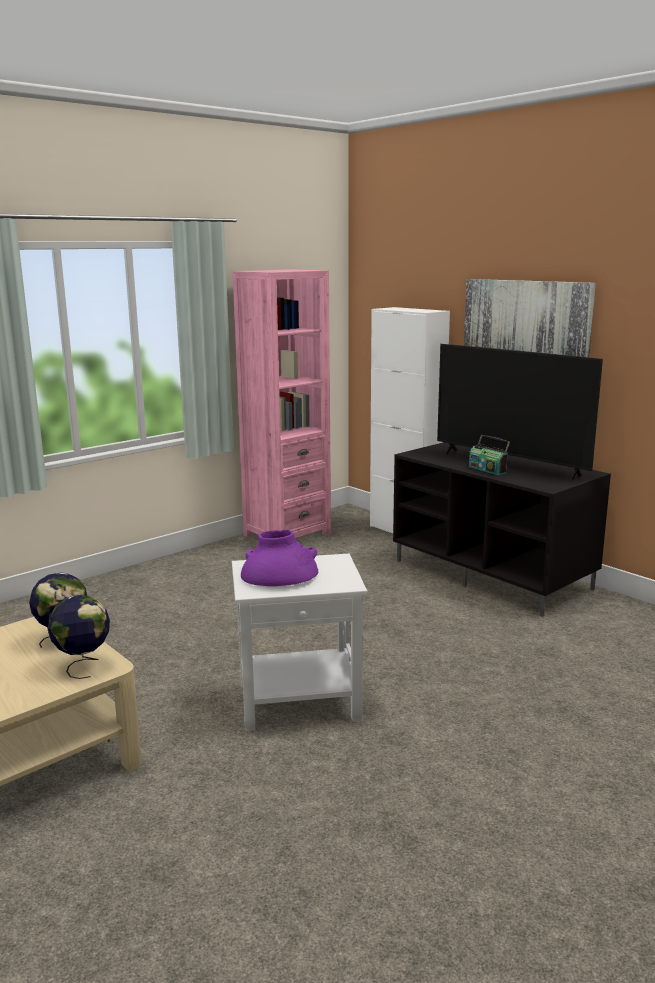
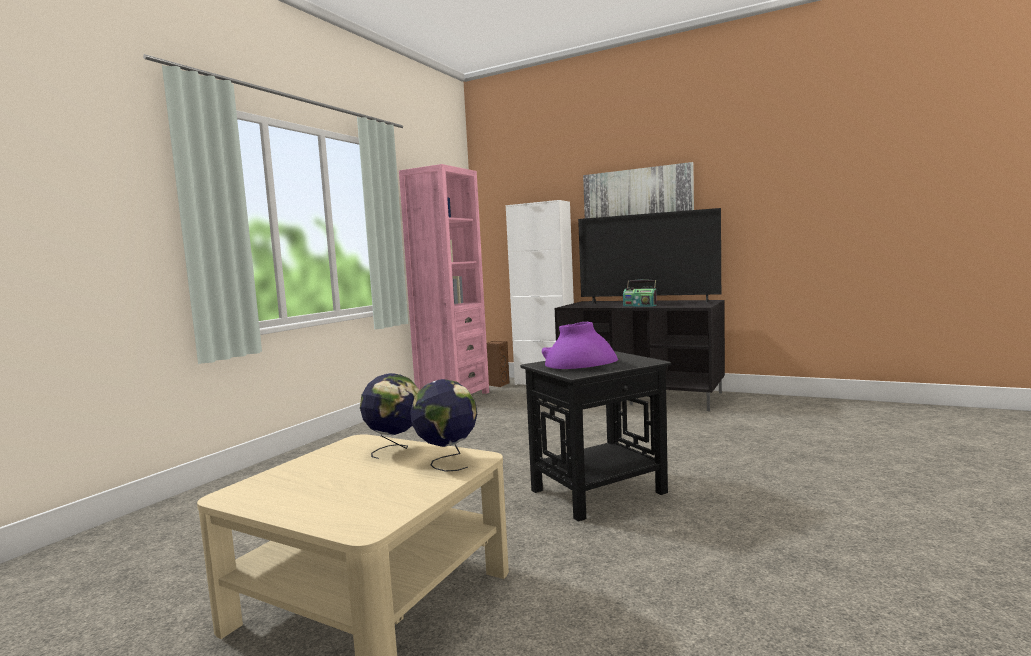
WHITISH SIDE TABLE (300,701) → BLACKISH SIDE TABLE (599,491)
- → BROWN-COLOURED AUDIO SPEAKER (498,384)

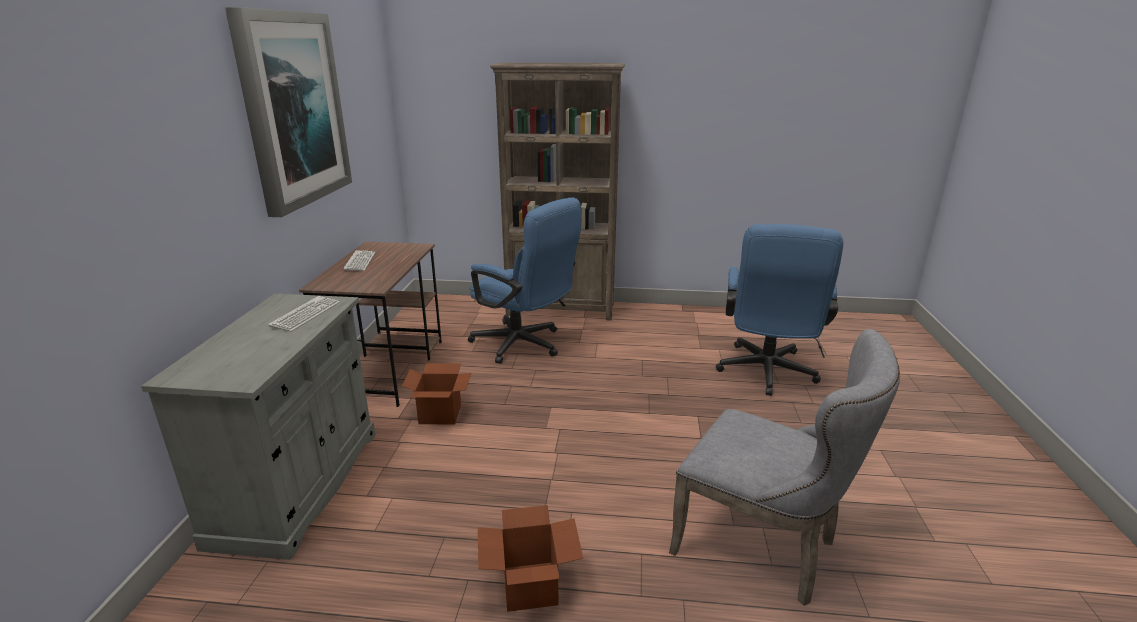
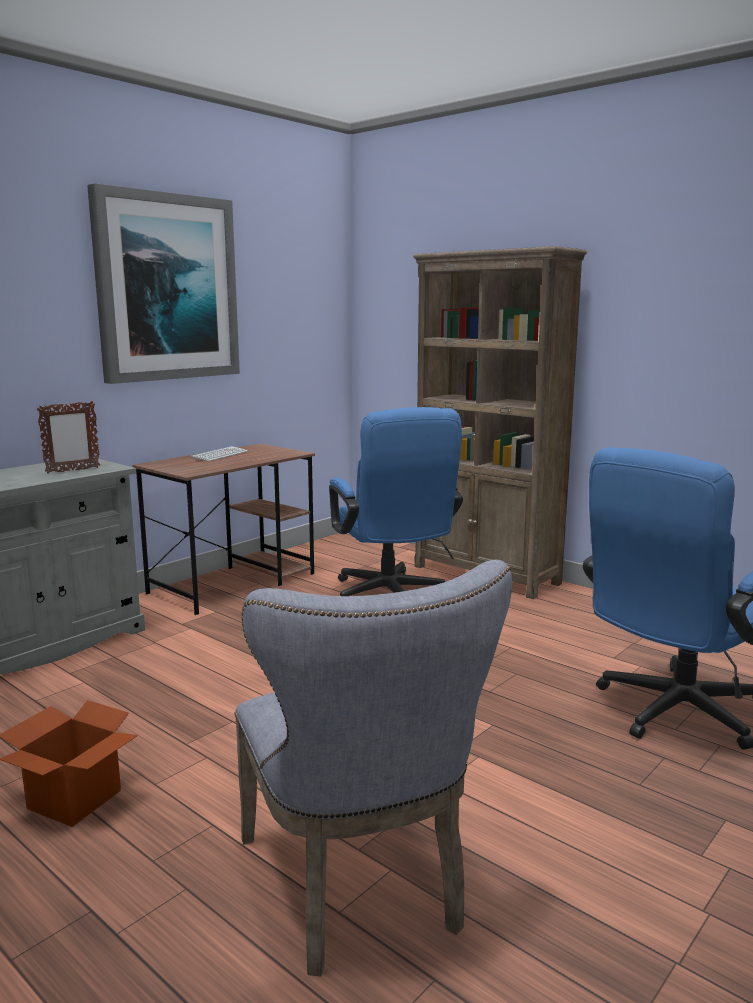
PC KEYBOARD (306,314) → PHOTO FRAME (72,470)
PACKING BOX (440,414) → -

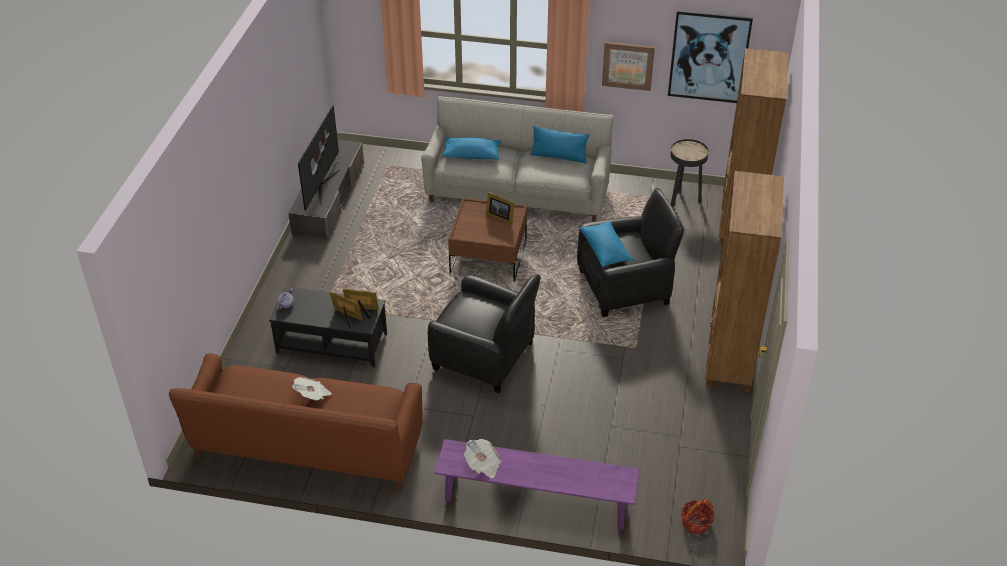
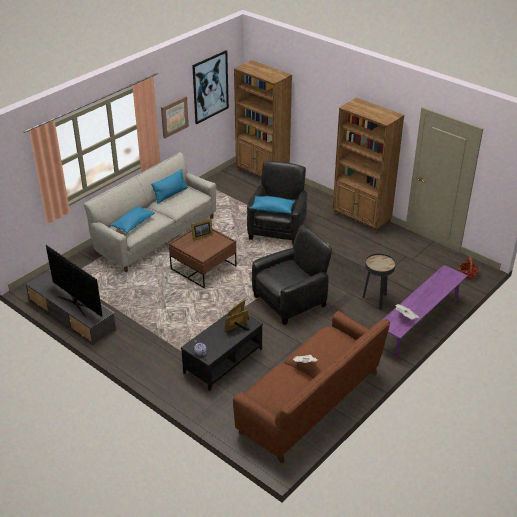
BLACKISH SIDE TABLE (683,199) → BLACKISH SIDE TABLE (376,300), relocated

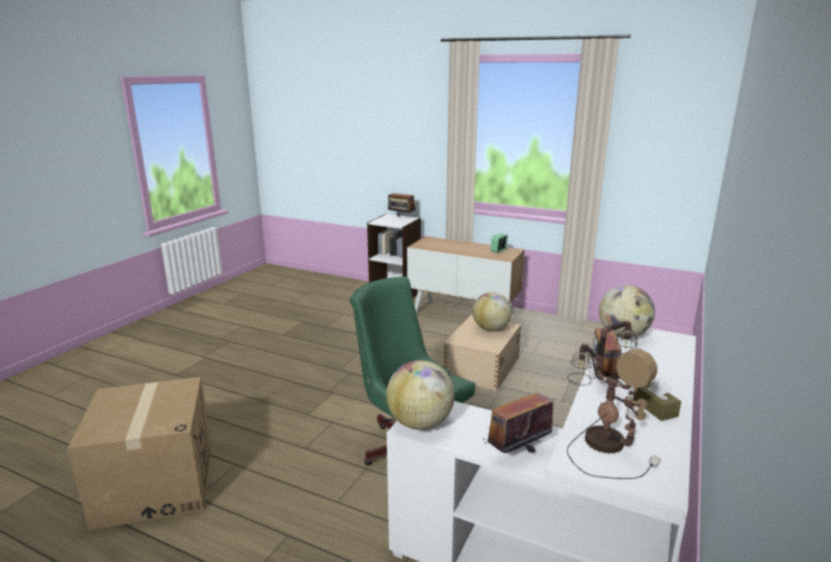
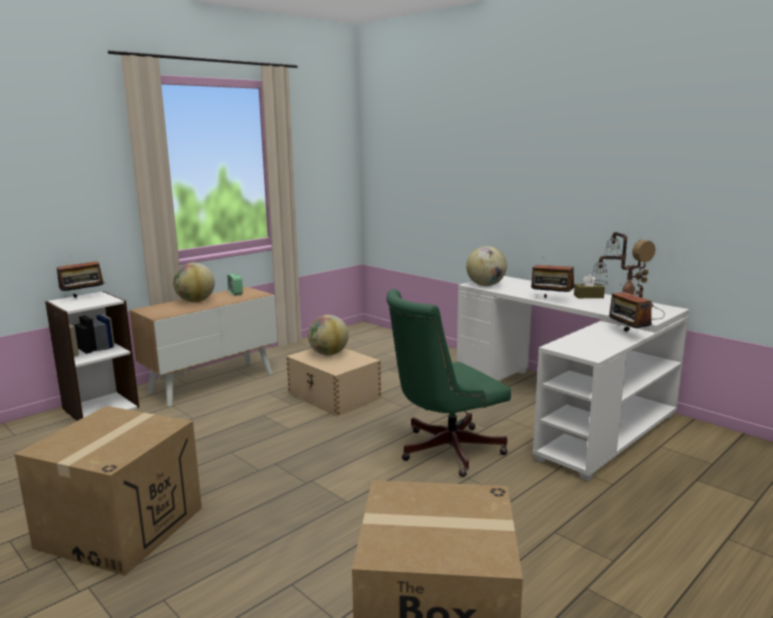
DESK GLOBE (420,423) → DESK GLOBE (195,301), relocated
- → PACKING BOX (121,527)

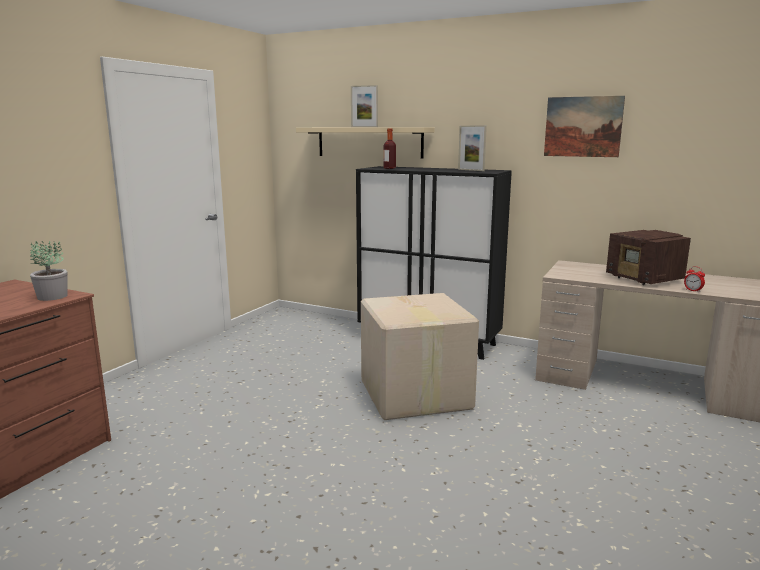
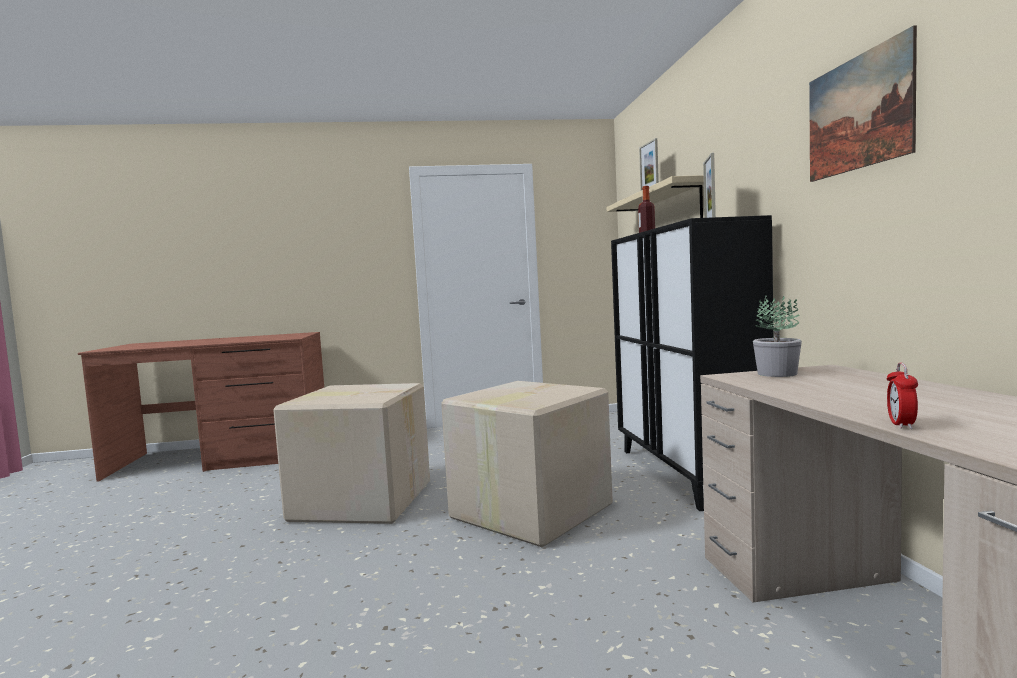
RADIO RECEIVER (644,279) → -
PLANT IN A POT (52,297) → PLANT IN A POT (777,374), relocated
- → PACKING BOX (361,500)

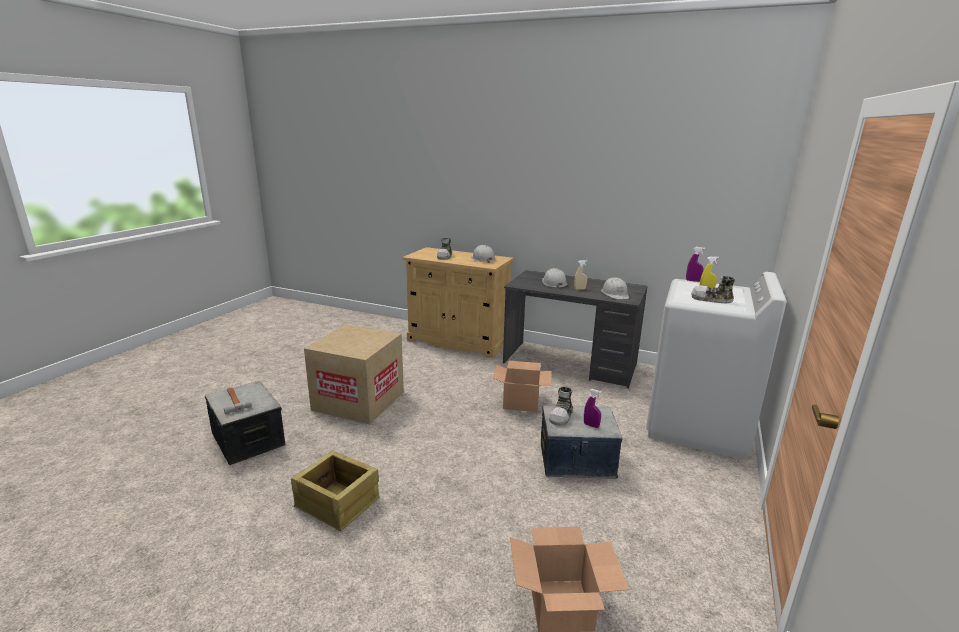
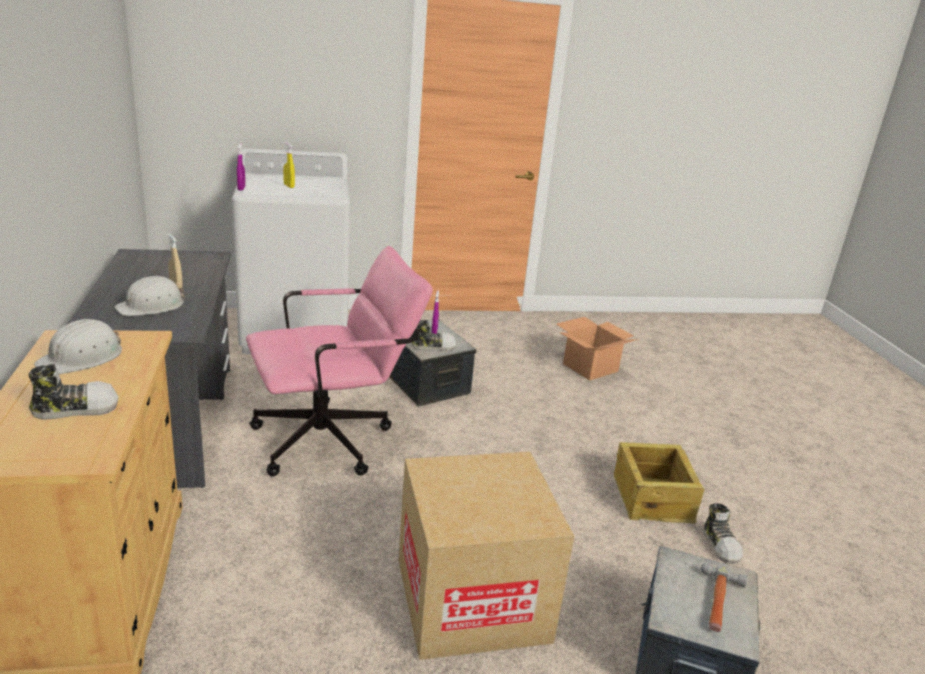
SHOE (711,299) → SHOE (721,545), relocated
WHITISH WORK HELMET (615,294) → -
PACKING BOX (520,402) → PINK-COLOURED DESK CHAIR (334,439)

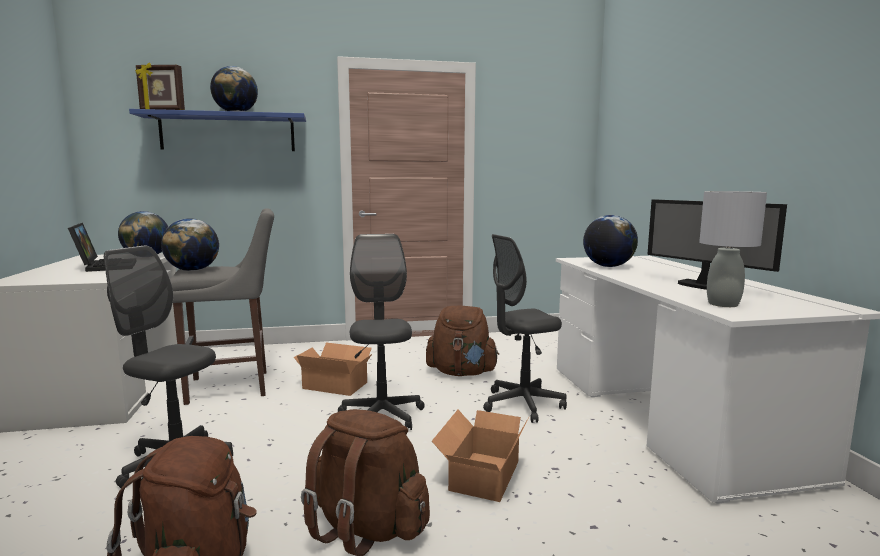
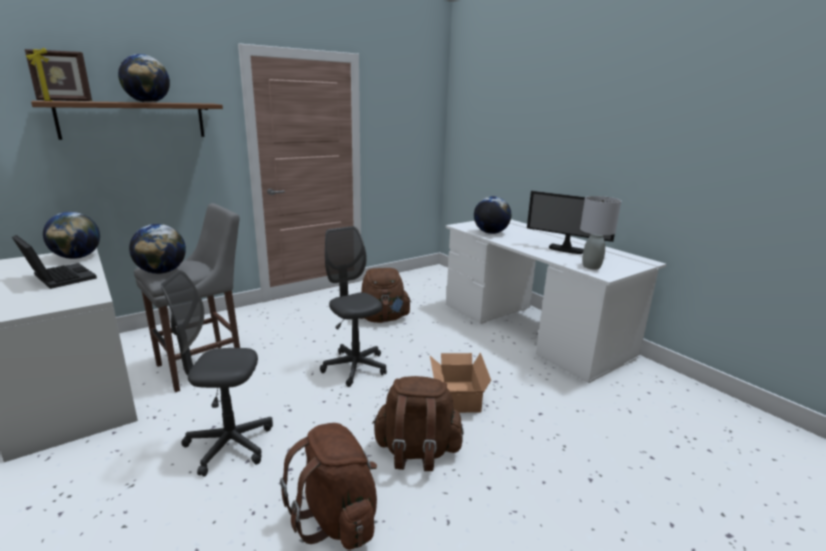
BLUISH BRACKET SHELF (228,133) → BROWN-COLOURED BRACKET SHELF (133,120)
GREYISH DESK CHAIR (522,405) → -
PACKING BOX (335,384) → -

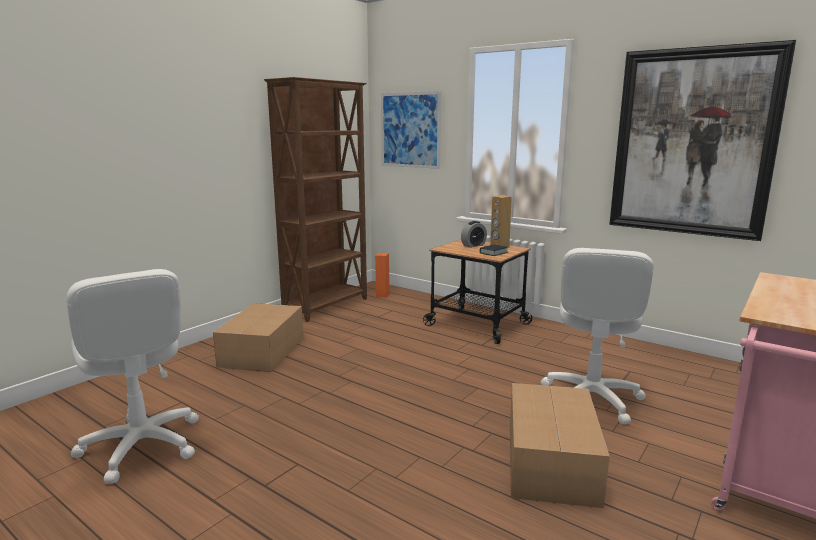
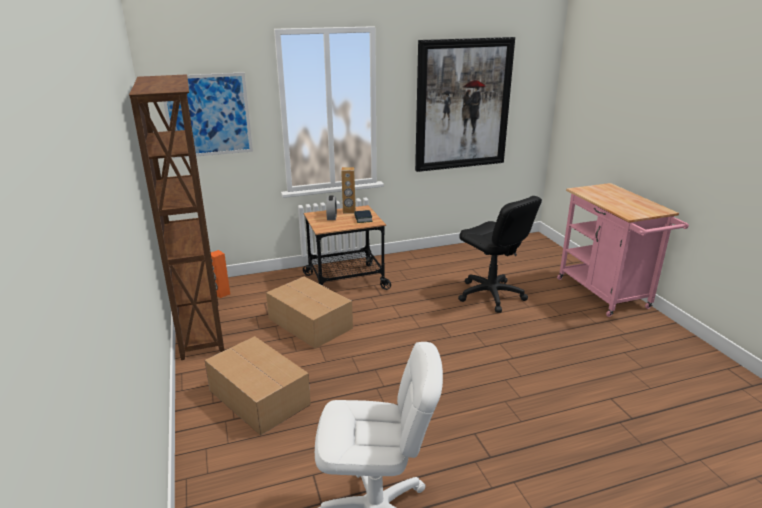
WHITISH DESK CHAIR (591,398) → BLACKISH DESK CHAIR (490,295)
PACKING BOX (550,463) → PACKING BOX (310,324), relocated

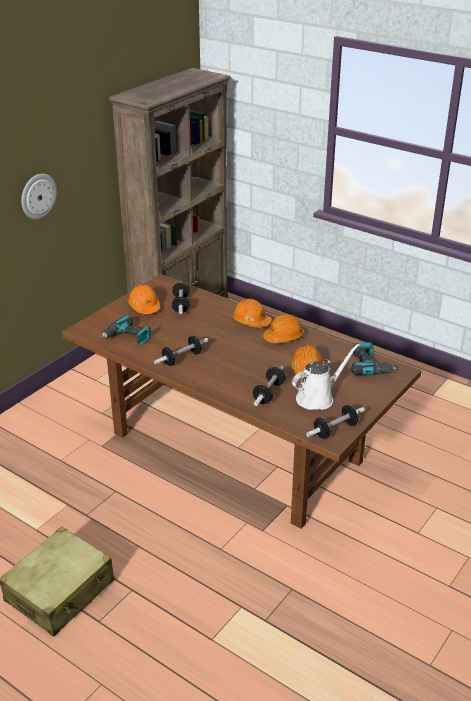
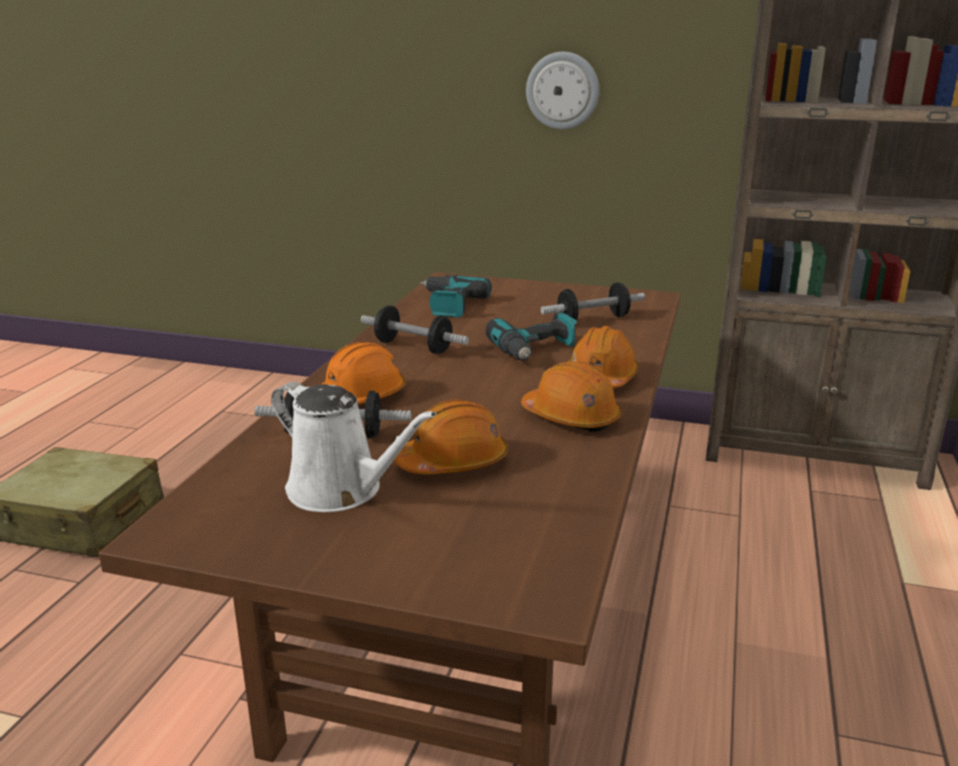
ORANGEY WORK HELMET (144,307) → ORANGEY WORK HELMET (360,397), relocated
POWER DRILL (370,366) → POWER DRILL (535,350), relocated
FREE WEIGHT (335,430) → -

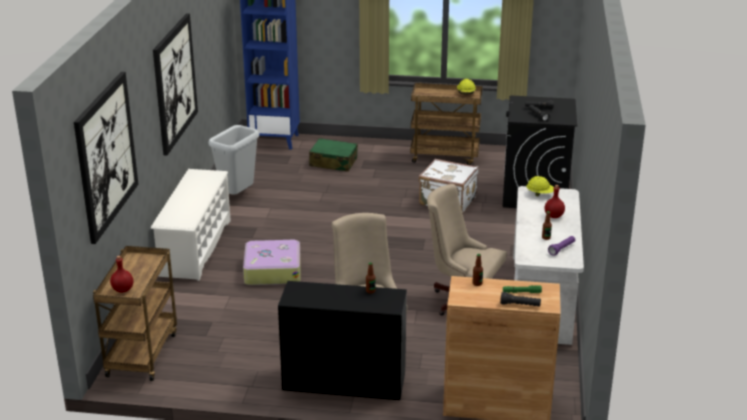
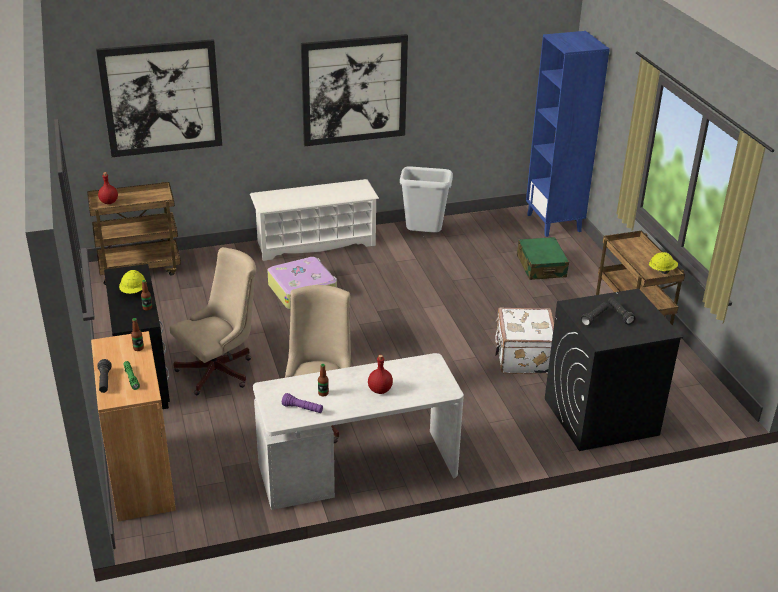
YELLOWISH WORK HELMET (540,194) → YELLOWISH WORK HELMET (134,291), relocated

